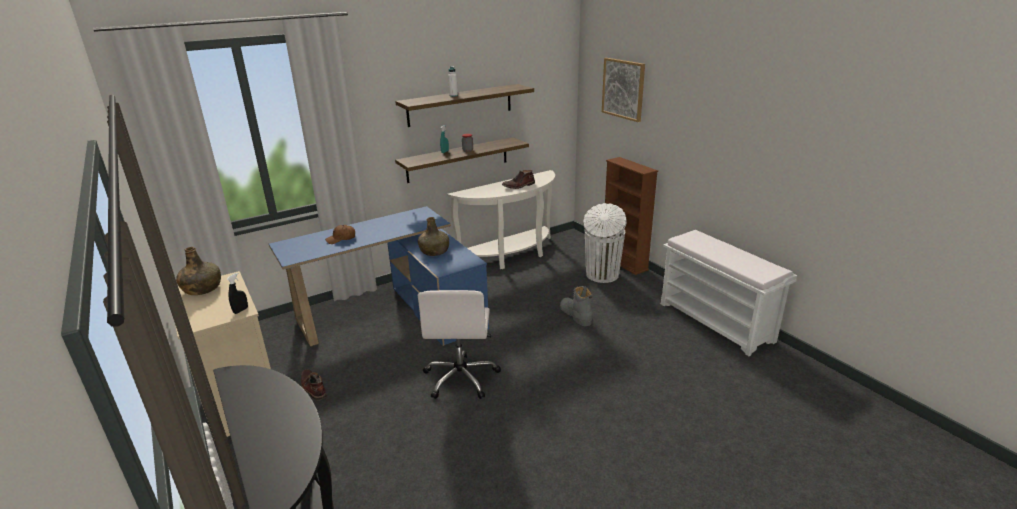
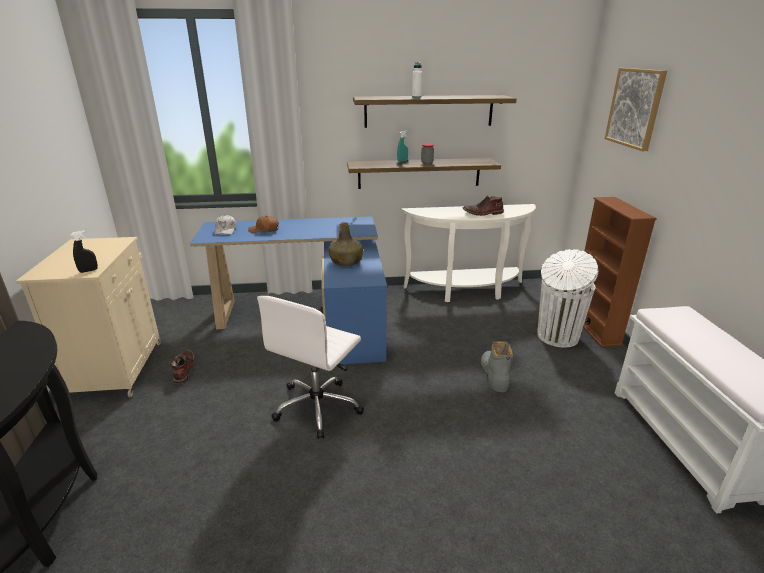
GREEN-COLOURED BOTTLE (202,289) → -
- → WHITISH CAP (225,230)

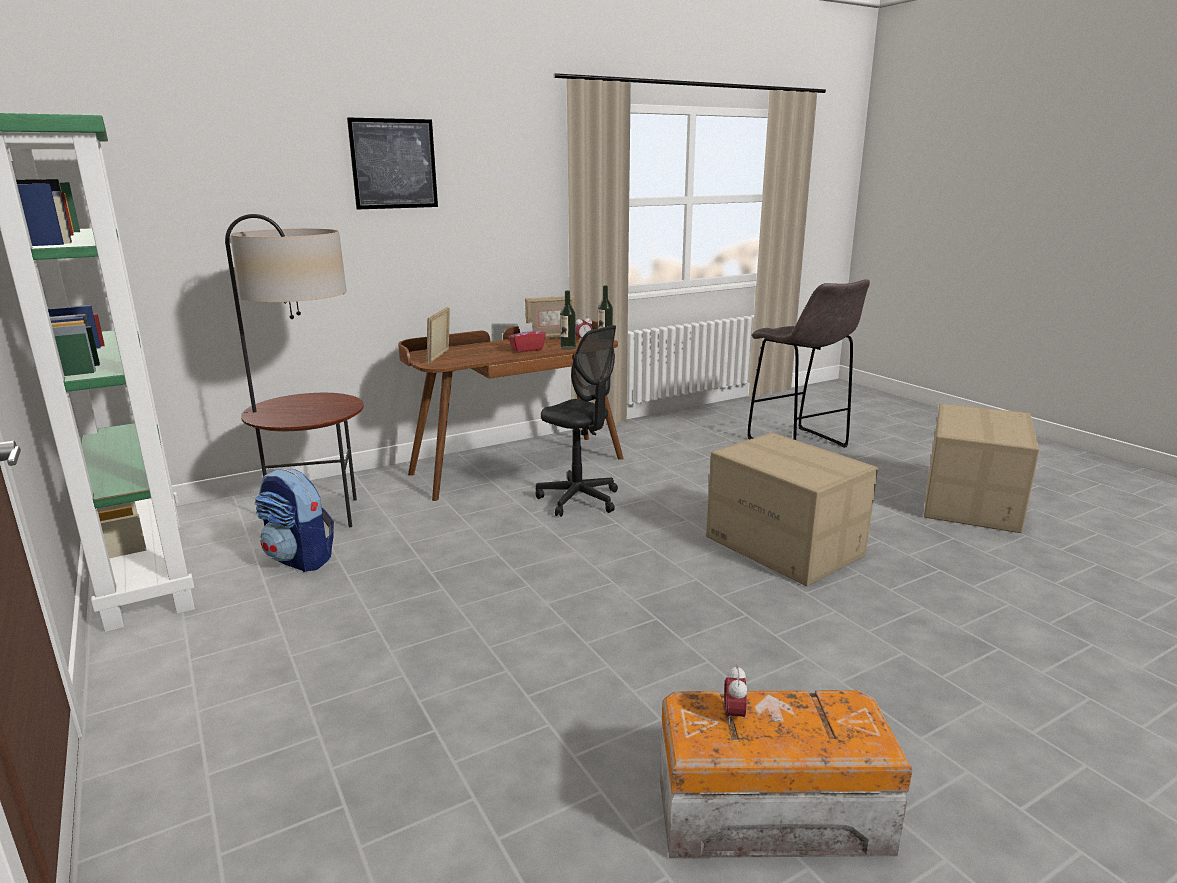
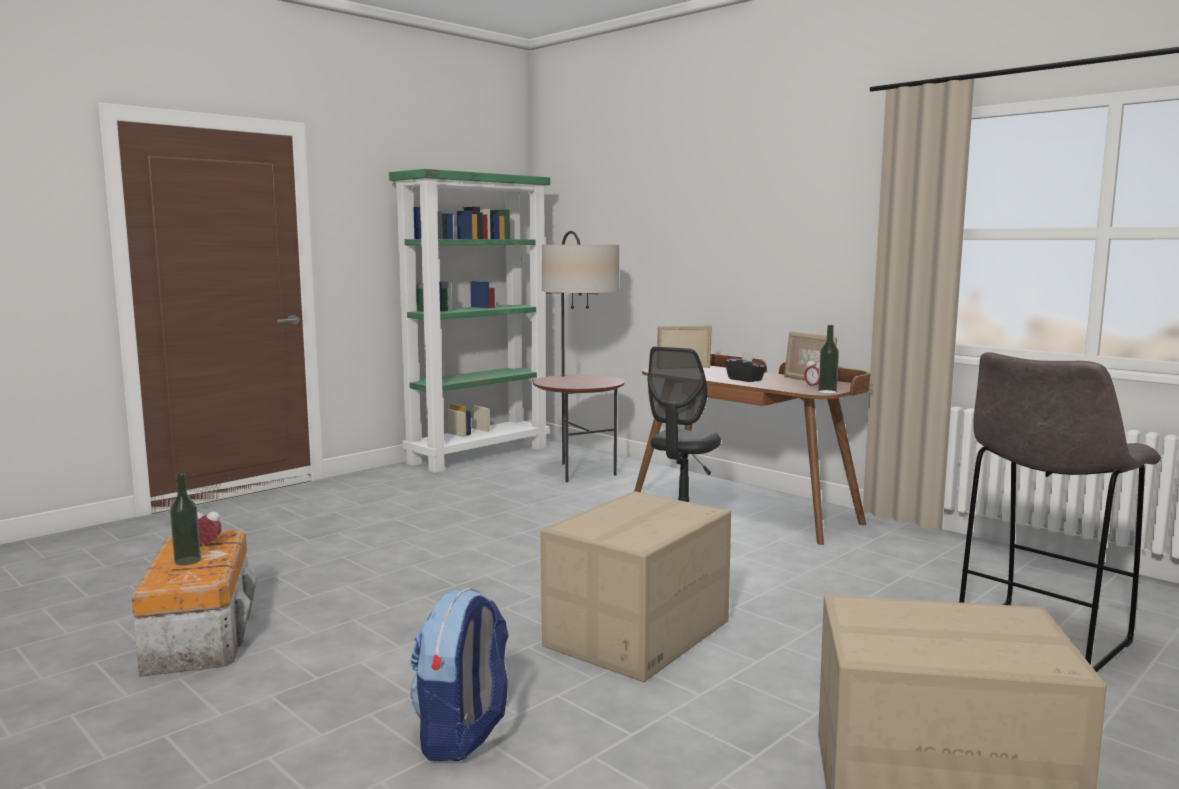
WALL PICTURE (394,164) → -
BOTTLE (568,347) → BOTTLE (187,561), relocated
RED TISSUE HOLDER (527,349) → BLACKISH TISSUE HOLDER (745,380)
RUCKSACK (300,559) → RUCKSACK (463,735), relocated

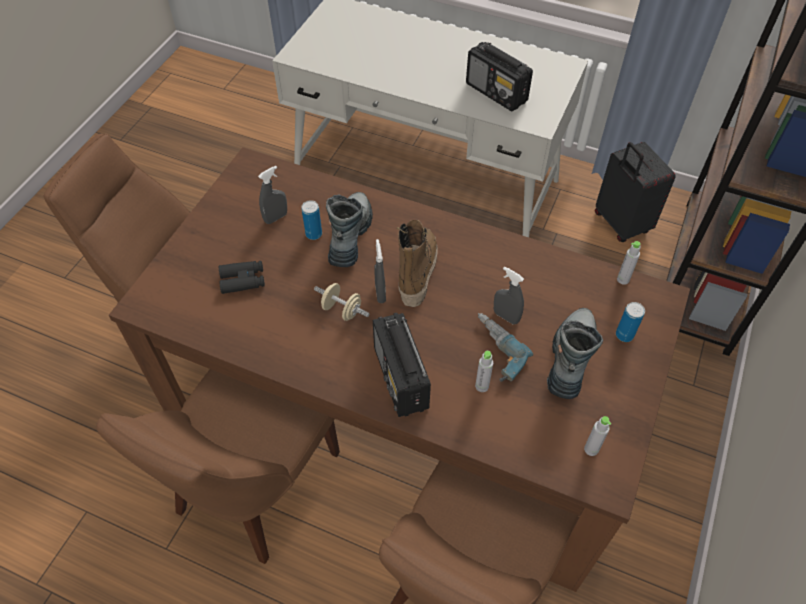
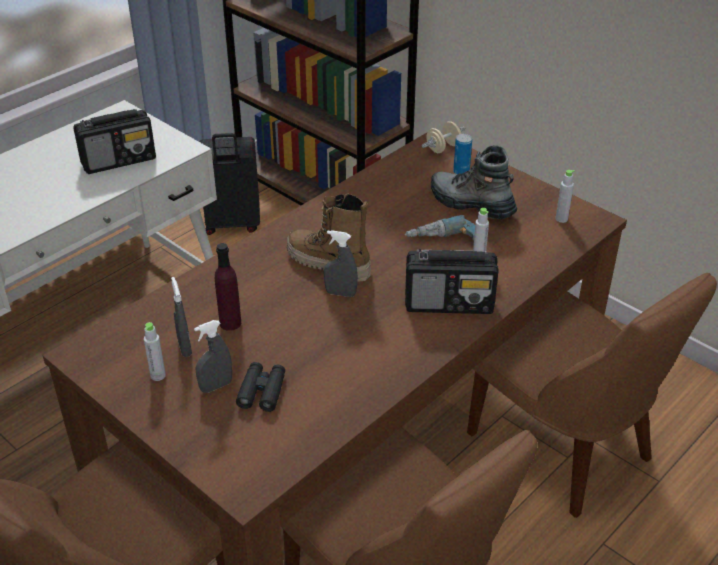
HIGH-TOP BOOT (350,236) → -
METAL CAN (314,234) → PURPLISH BOTTLE (230,323)
GREYISH BOTTLE (623,279) → GREYISH BOTTLE (158,375), relocated
GREYISH HAND SPRAYER (506,316) → GREYISH HAND SPRAYER (216,386), relocated
BEIGE FREE WEIGHT (342,310) → BEIGE FREE WEIGHT (443,148), relocated

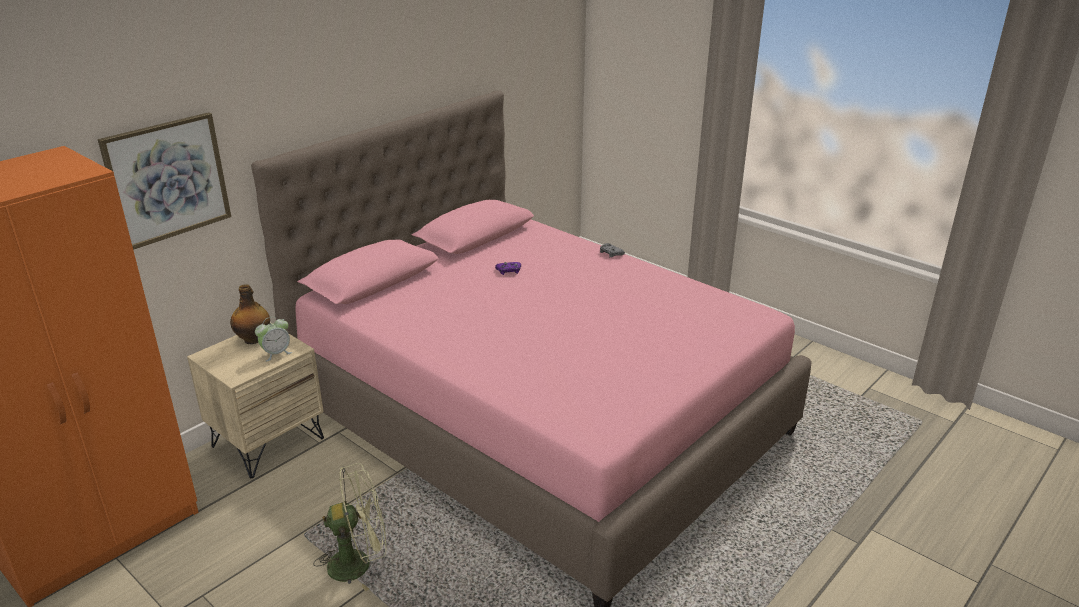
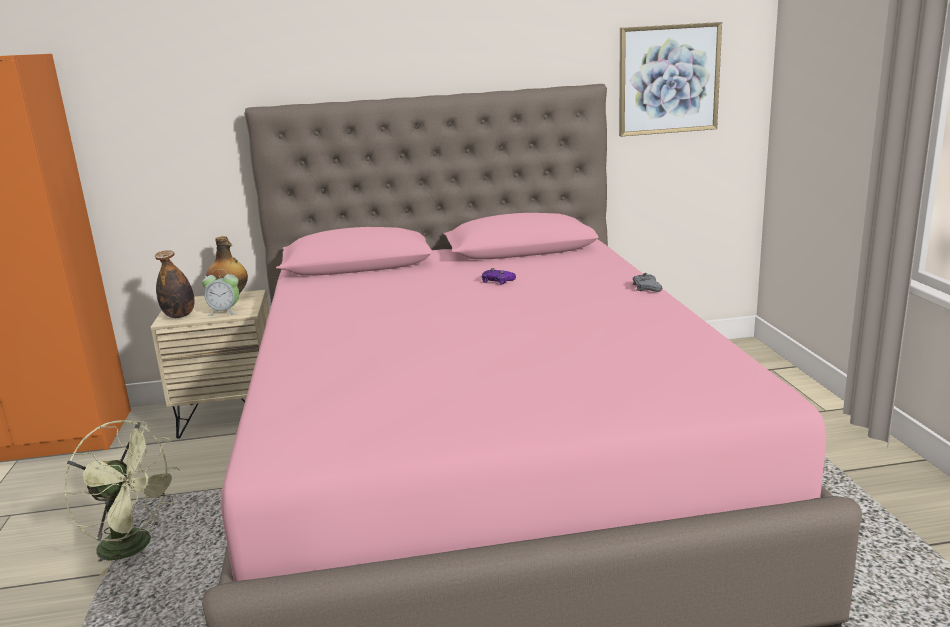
WALL PICTURE (167,180) → WALL PICTURE (668,79), relocated
- → BOTTLE (179,315)

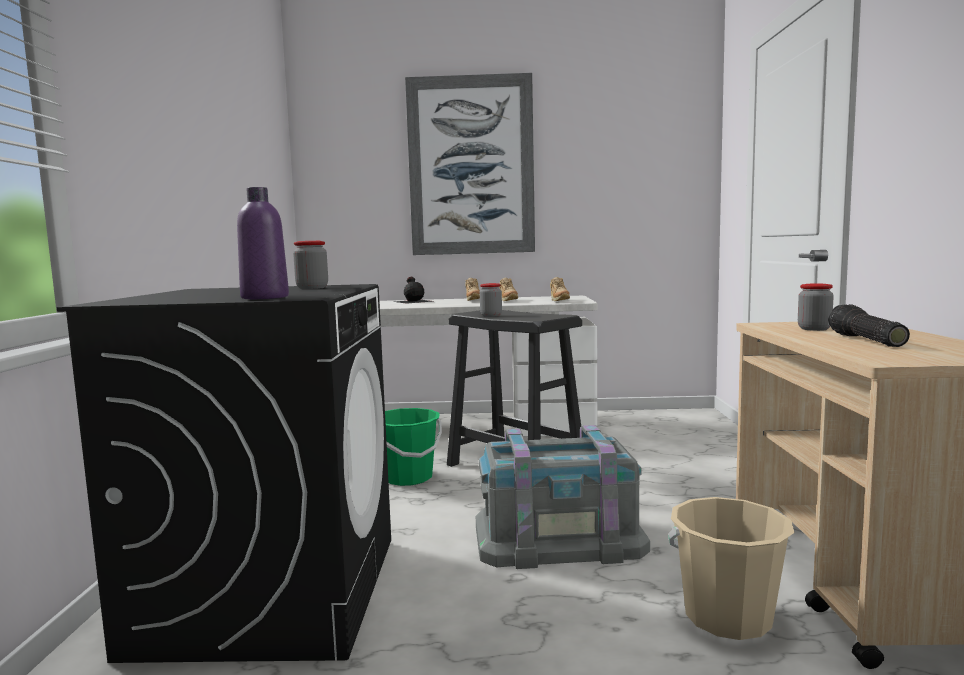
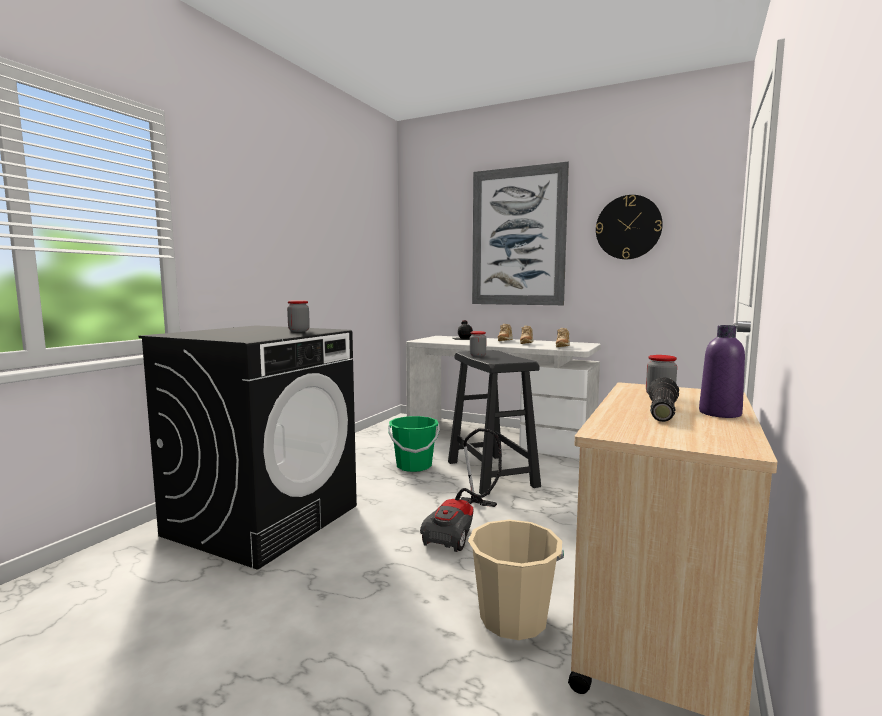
PURPLISH BOTTLE (265,297) → PURPLISH BOTTLE (720,413), relocated
GREYISH STORAGE BOX (558,538) → VACUUM (462,530)
- → HANGING CLOCK (628,227)

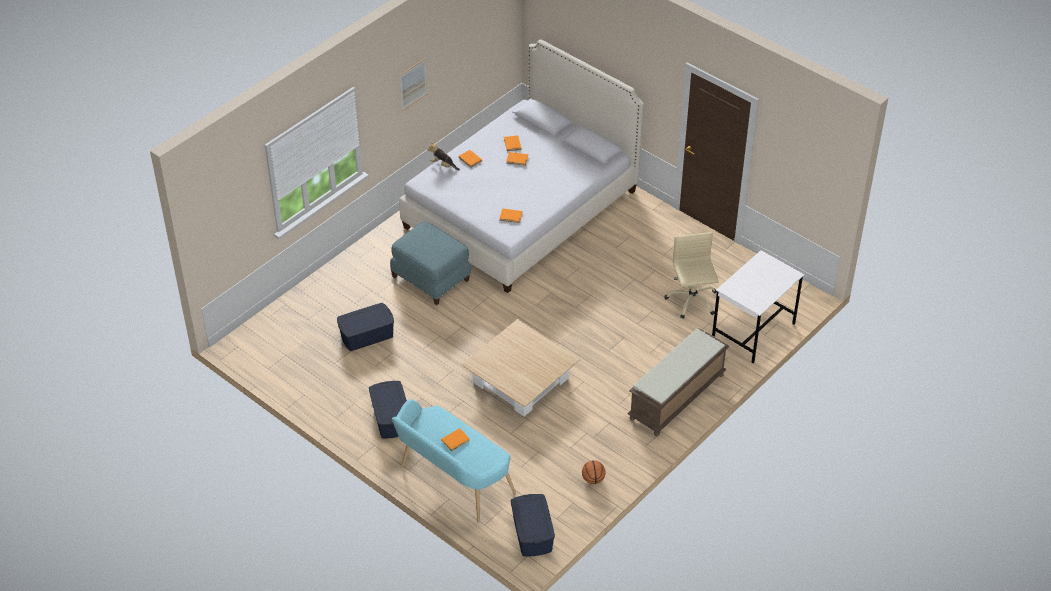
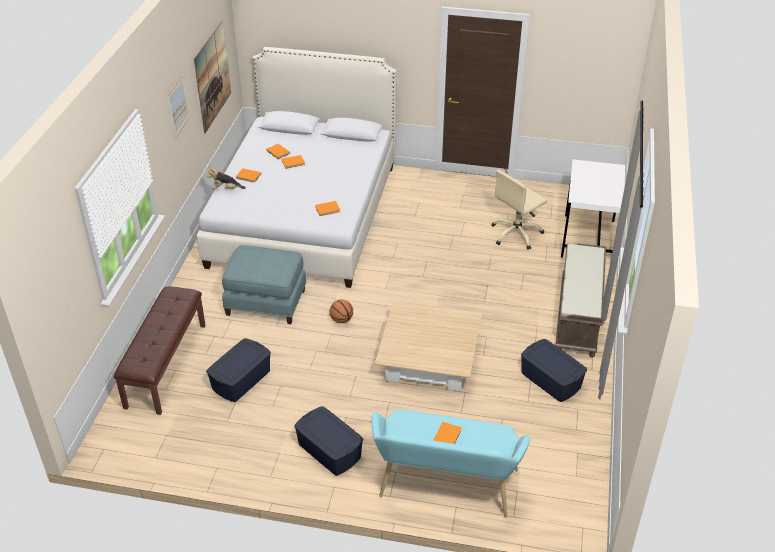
BEIGE DESK CHAIR (691,300) → BEIGE DESK CHAIR (516,234), 90 degrees counterclockwise
BASKETBALL BALL (593,479) → BASKETBALL BALL (341,320), relocated
BLUISH STORAGE BOX (532,533) → BLUISH STORAGE BOX (550,380), relocated
- → WALL PICTURE (212,76)
- → BROWN-COLOURED INDOOR BENCH (165,365)

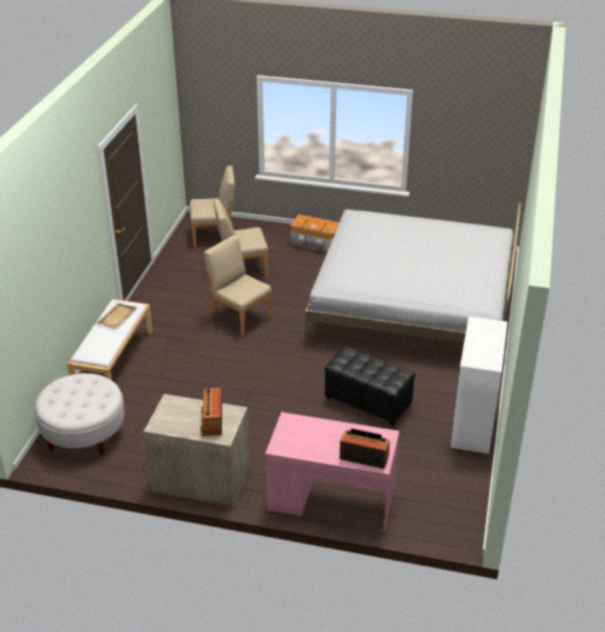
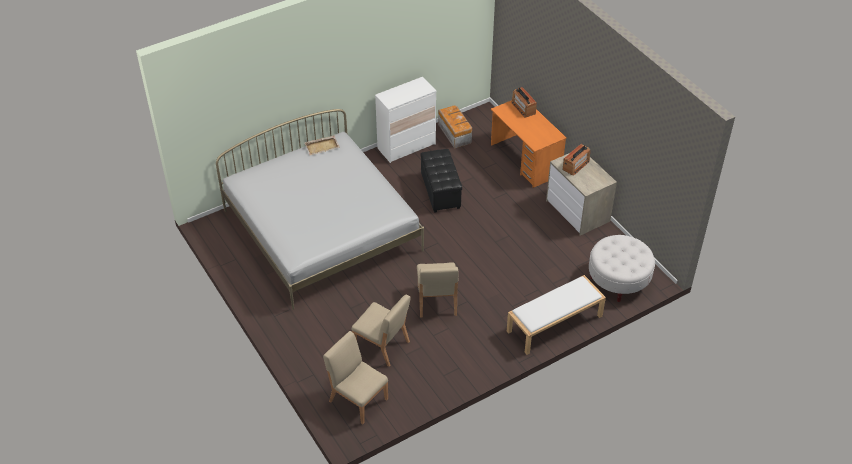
STORAGE BOX (316,244) → STORAGE BOX (454,133), relocated
BEIGE SERVING TRAY (116,317) → BEIGE SERVING TRAY (322,146), relocated
PINK-COLOURED DESK TABLE (331,500) → ORANGEY DESK TABLE (525,160)

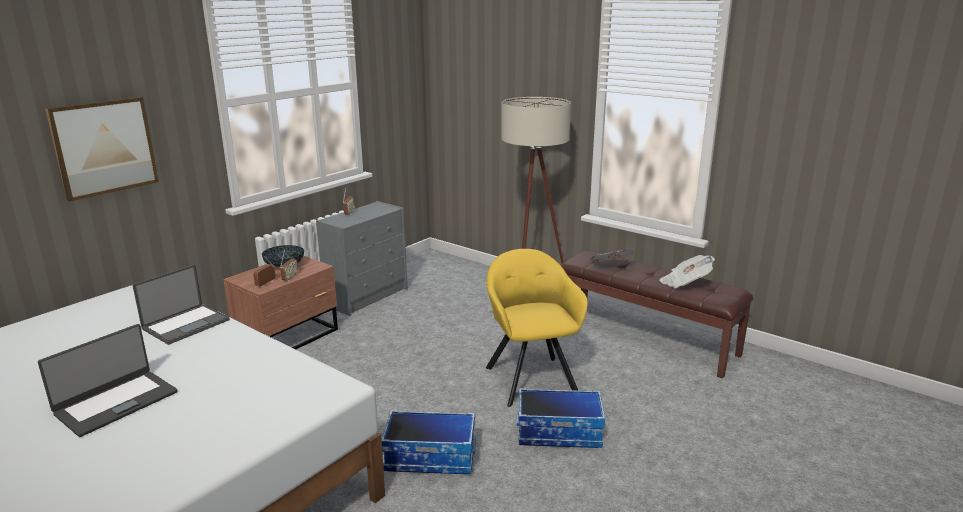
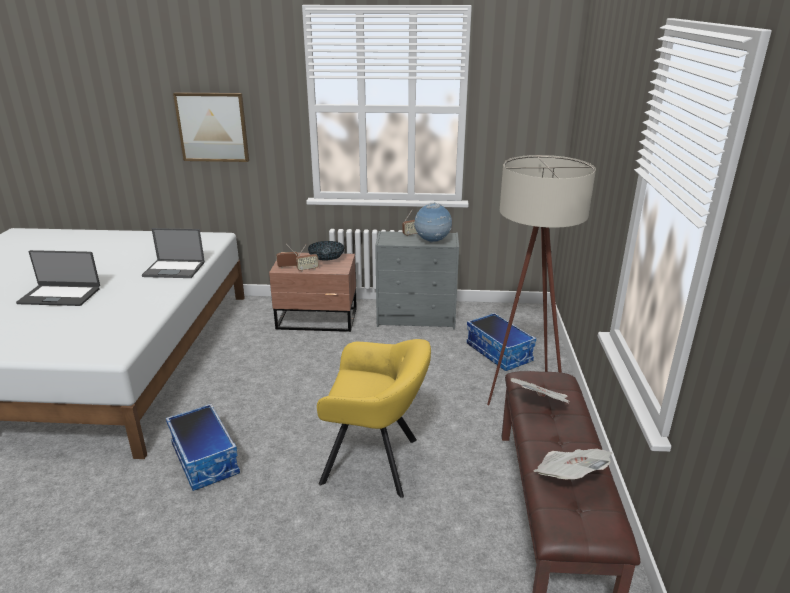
YELLOWISH ARMCHAIR (531,377) → YELLOWISH ARMCHAIR (375,462), 60 degrees clockwise
STORAGE BOX (559,432) → STORAGE BOX (499,353), relocated
- → DESK GLOBE (432,242)

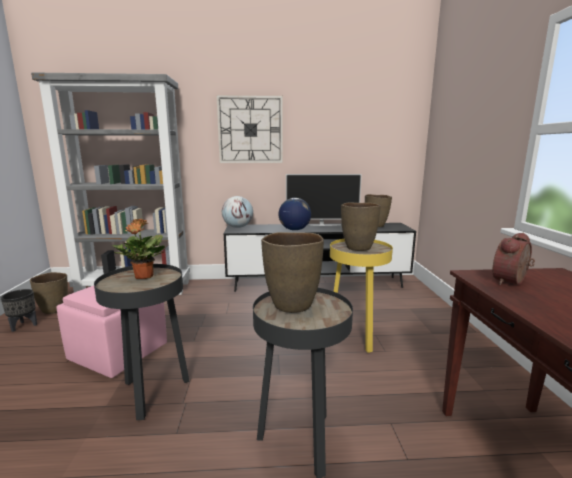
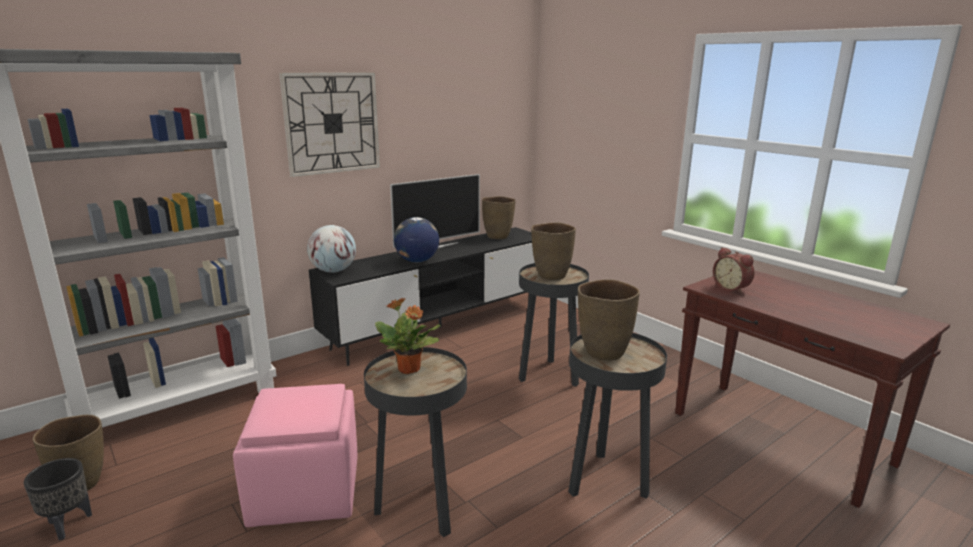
TABLE CLOCK (512,282) → TABLE CLOCK (732,288), 45 degrees counterclockwise
YELLOWISH SIDE TABLE (355,337) → BLACKISH SIDE TABLE (548,376)

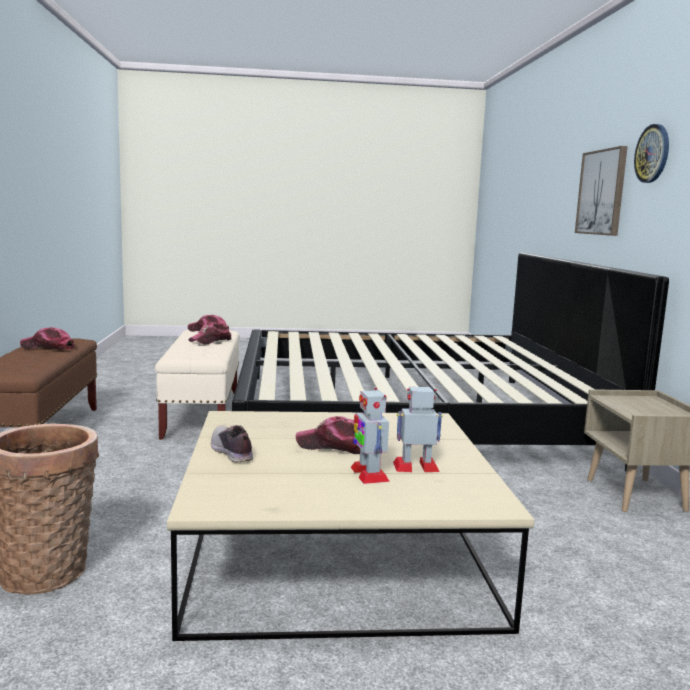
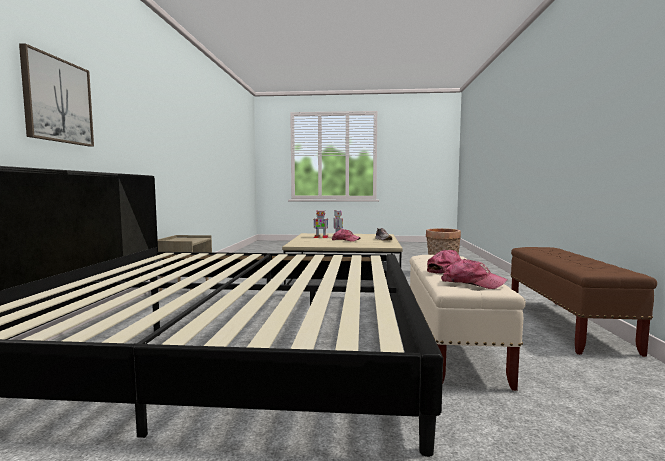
HANGING CLOCK (652,153) → -
CAP (48,347) → -

